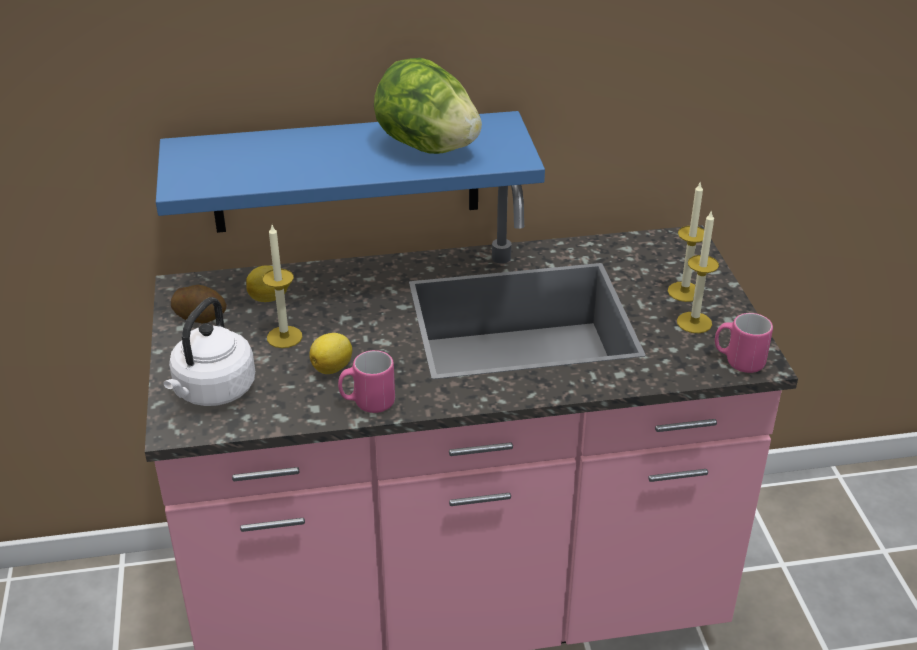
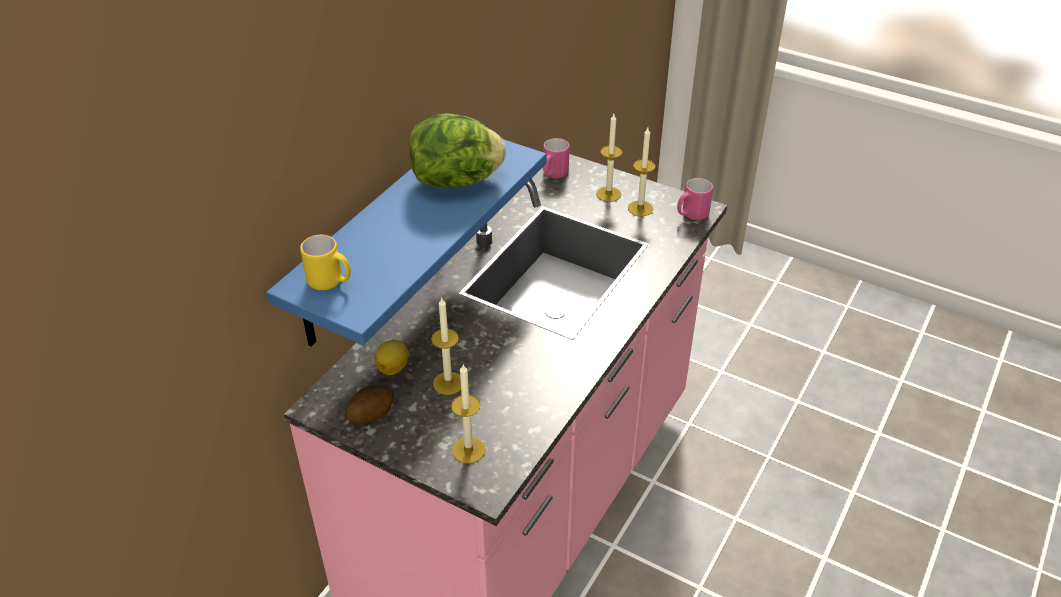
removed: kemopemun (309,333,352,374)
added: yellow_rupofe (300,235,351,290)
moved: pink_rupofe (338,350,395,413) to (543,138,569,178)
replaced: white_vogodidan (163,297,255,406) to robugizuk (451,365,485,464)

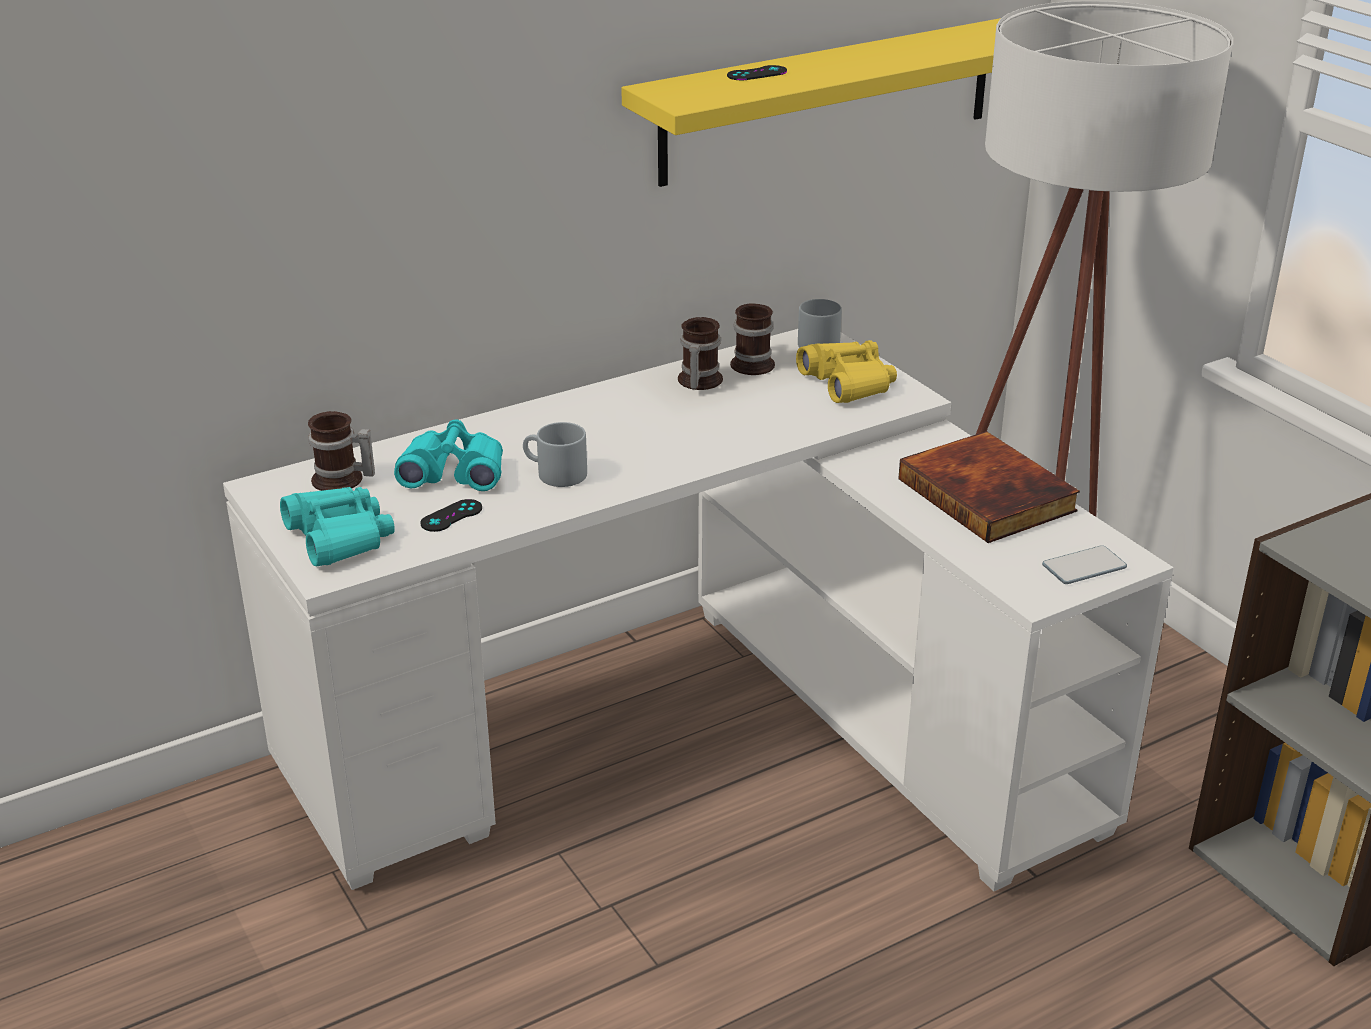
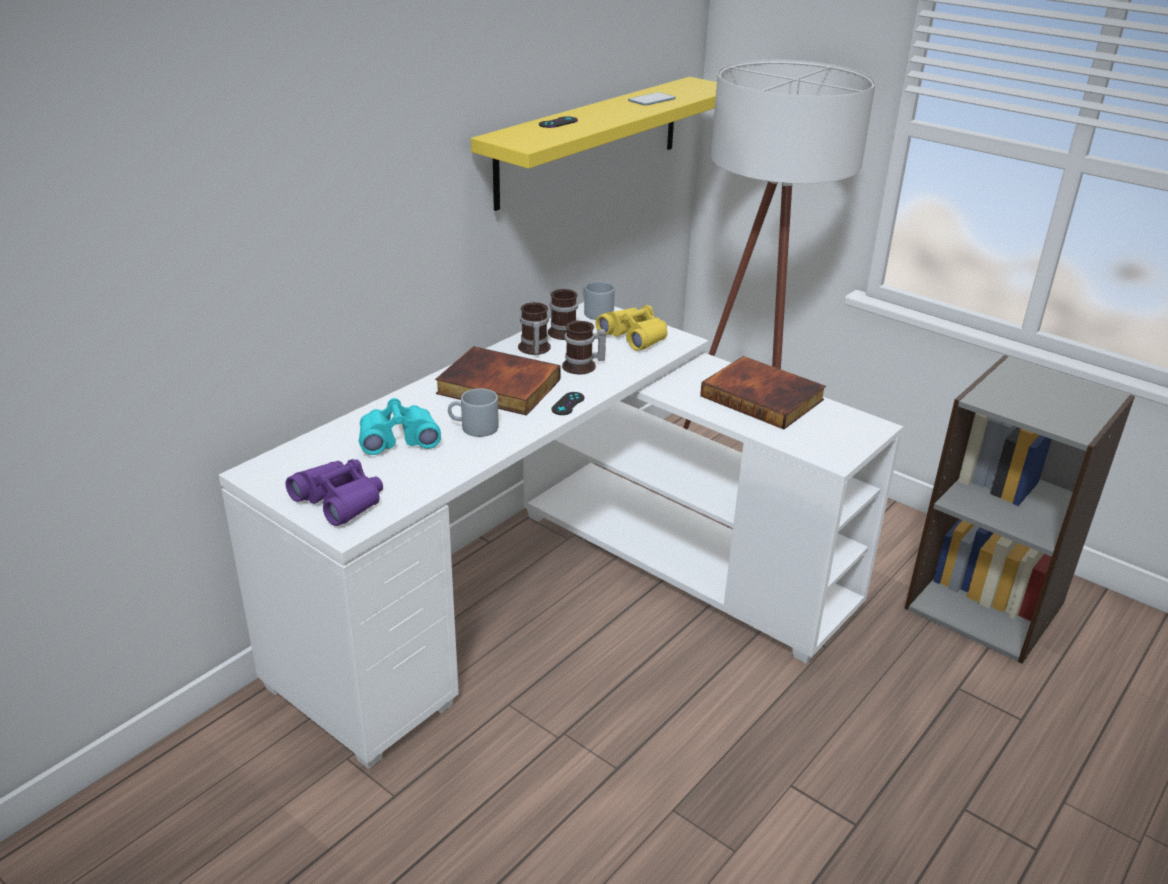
added: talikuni (435,346,561,416)
moved: rupofe (308,411,375,491) to (562,321,606,374); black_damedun (420,499,482,532) to (551,392,584,415); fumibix (1042,545,1127,584) to (628,92,676,106)
recoloured: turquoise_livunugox (280,487,395,566) to purple_livunugox (286,459,383,526)

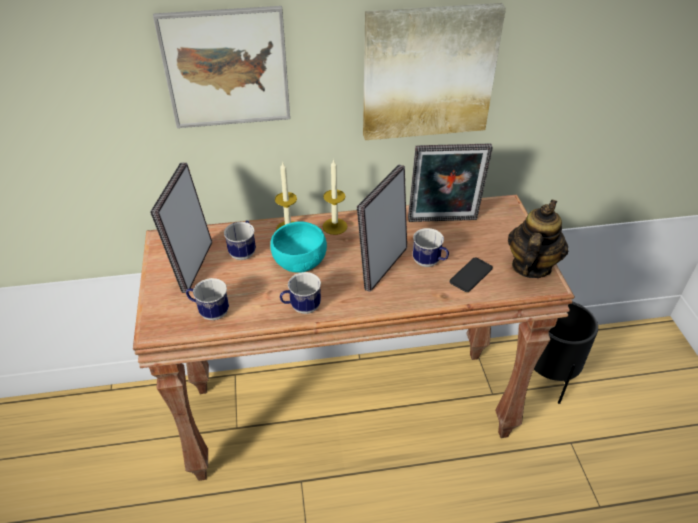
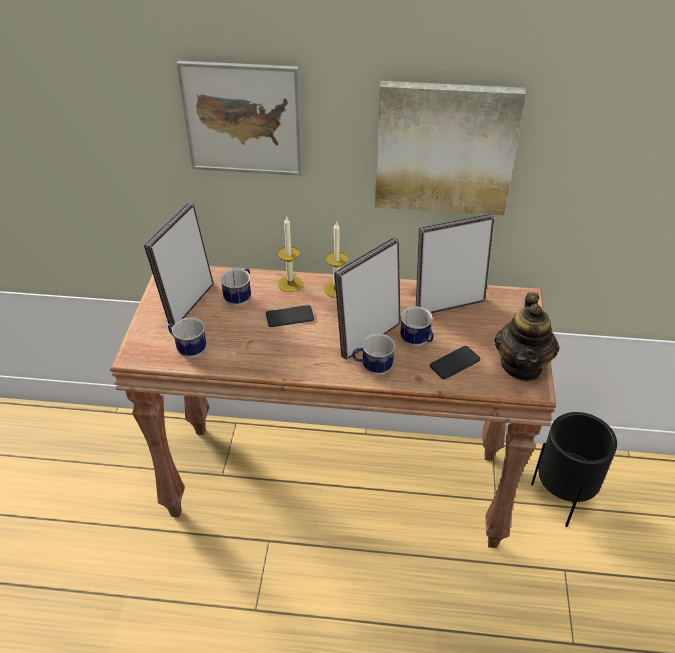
moved: rupofe (280,272,321,314) to (352,334,395,375)
replaced: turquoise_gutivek (270,221,327,272) to fumibix (266,305,314,327)
turned: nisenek (408,144,493,222) = (416,214,494,313) 150 degrees clockwise; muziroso (508,199,568,278) = (495,292,559,381) 150 degrees clockwise

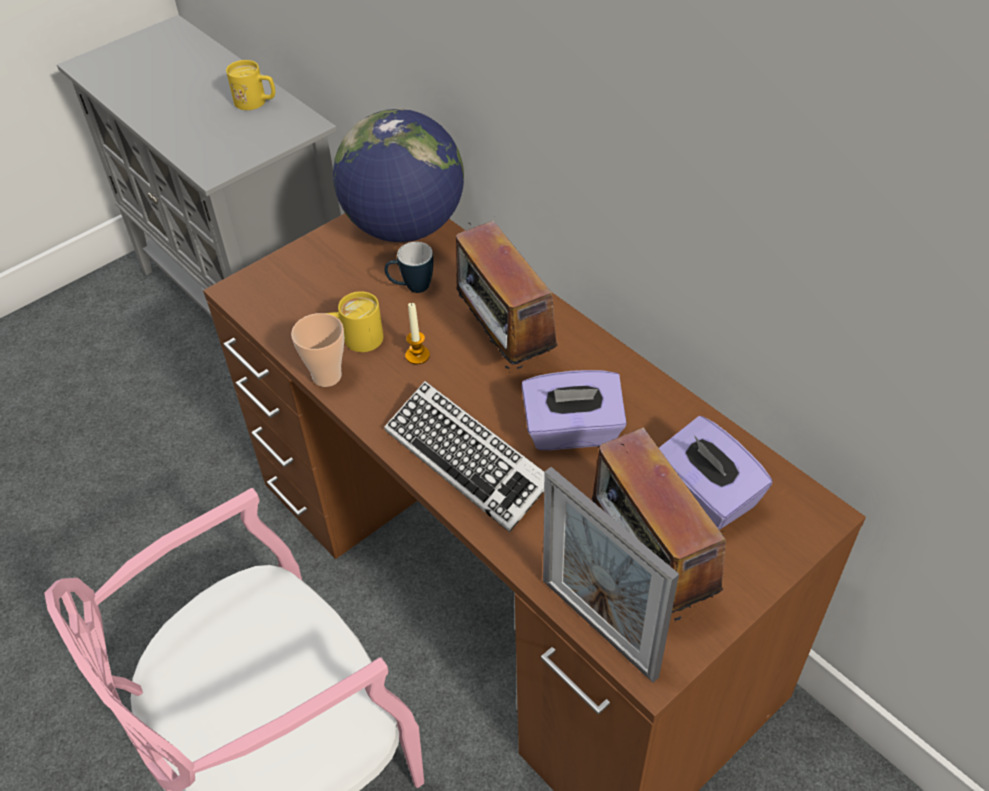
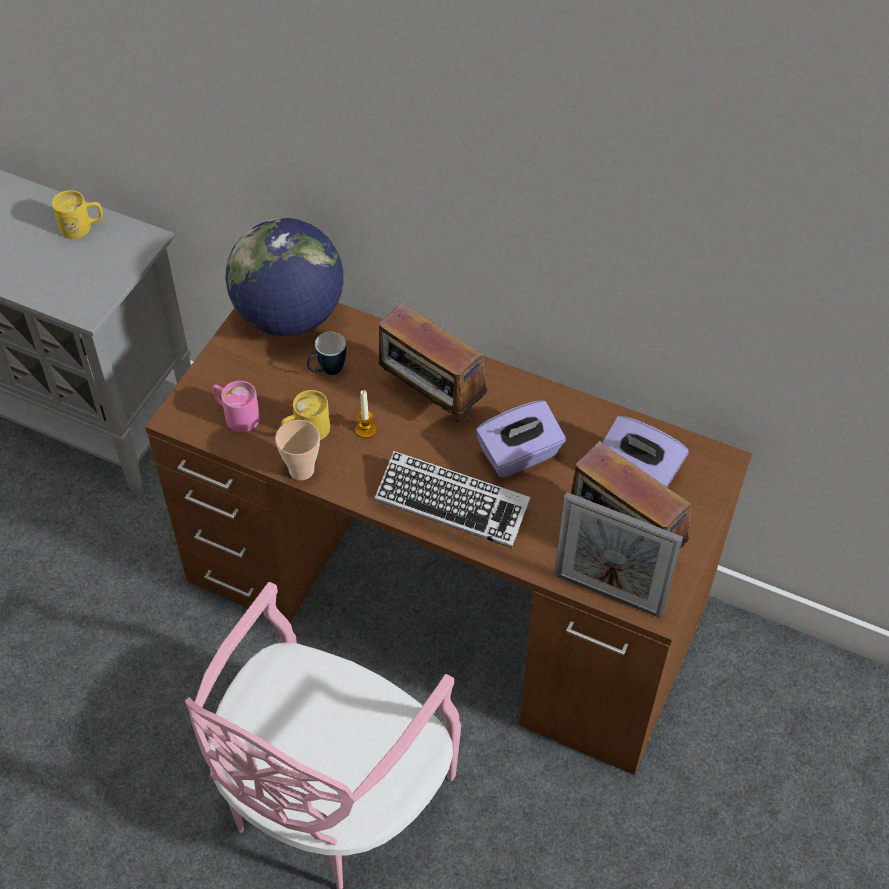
added: pink_rupofe (212,381,260,432)

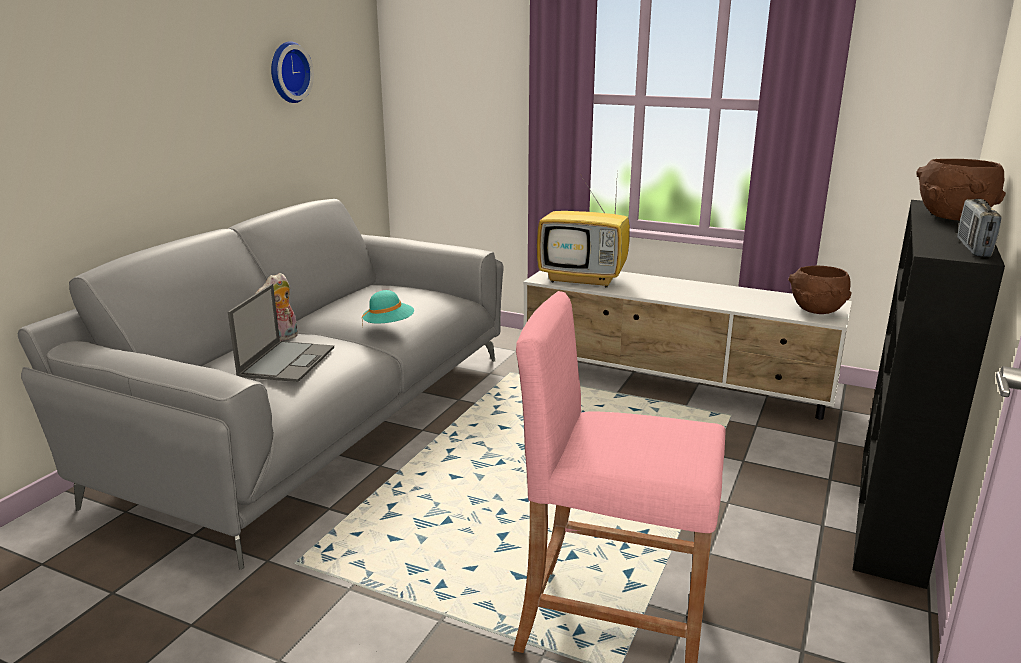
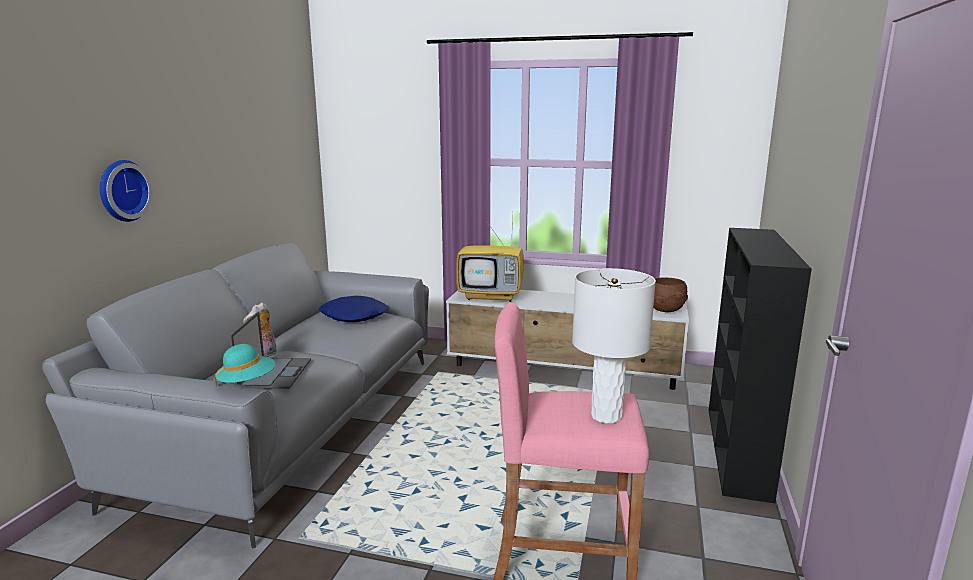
removed: brown_gutivek (917,159,1006,220); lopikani (957,199,1002,257)
added: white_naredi (572,268,656,423); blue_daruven (319,296,389,322)
moved: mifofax (271,41,314,103) to (100,160,153,222); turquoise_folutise (362,290,414,327) to (215,344,275,386)

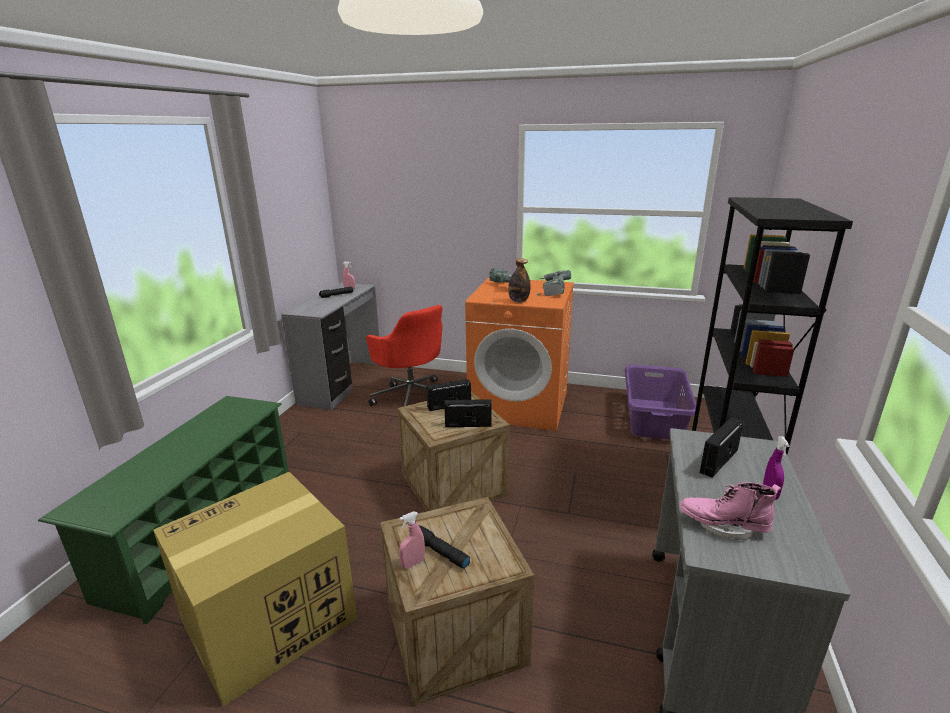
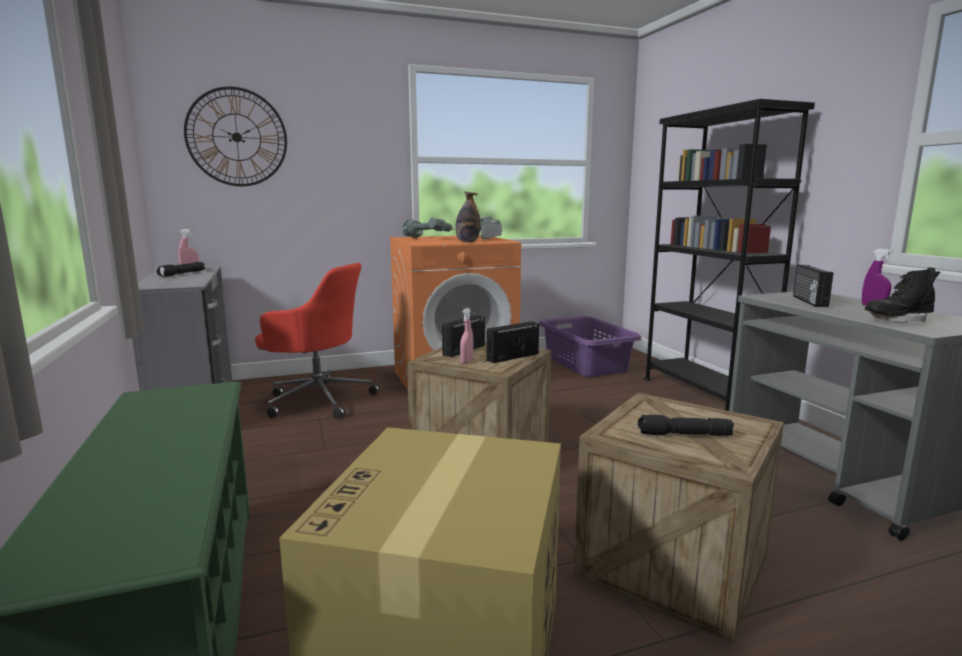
added: mifofax (184,87,287,186)
moved: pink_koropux (399,511,425,569) to (460,308,473,364)
recoloured: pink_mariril (680,482,781,541) to black_mariril (865,267,940,323)

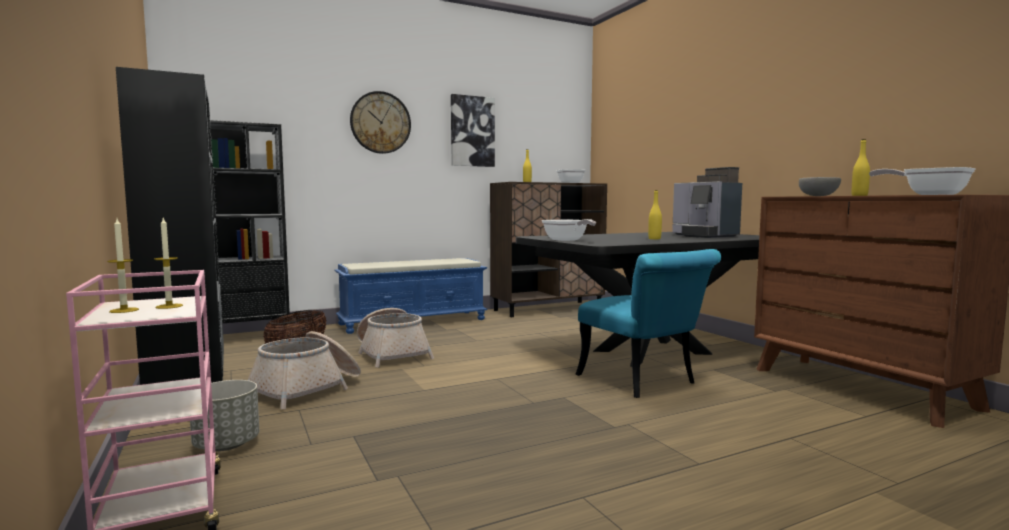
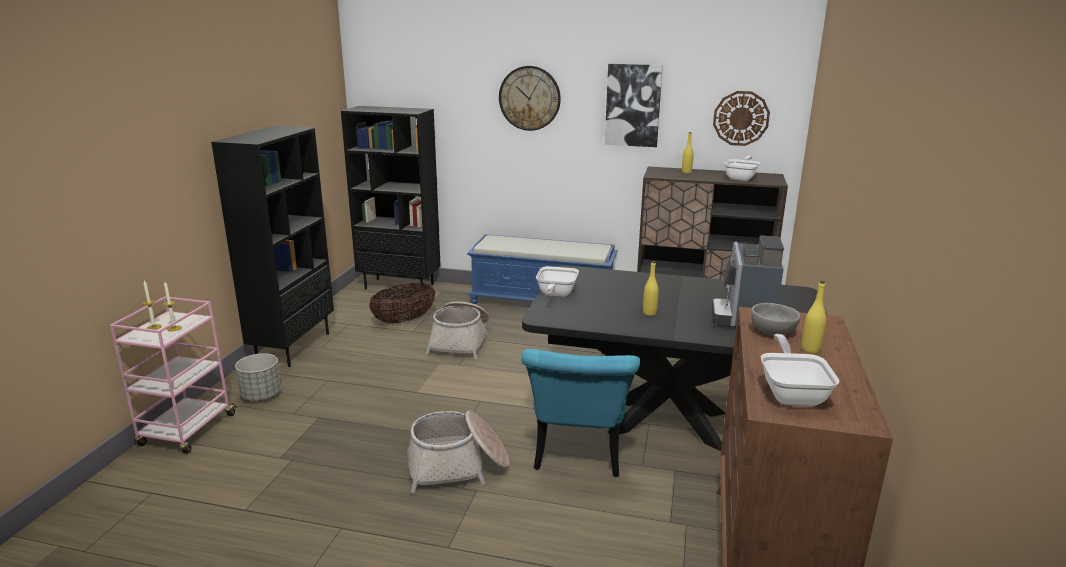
added: mifofax (713,91,770,146)
moved: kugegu (248,331,361,409) to (407,410,510,494)

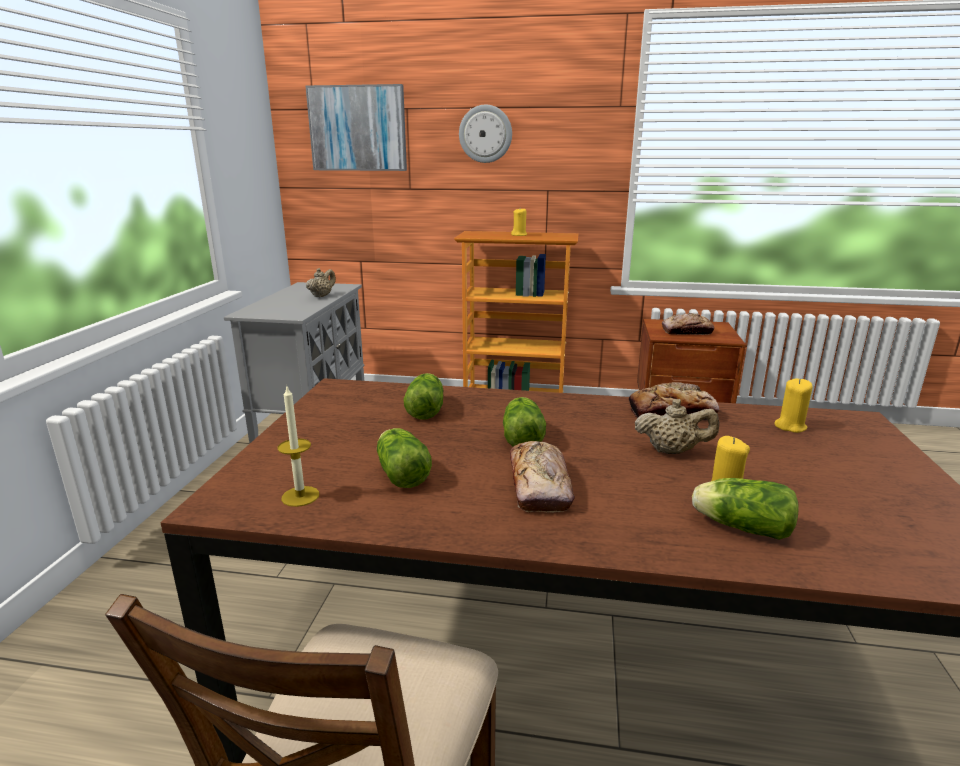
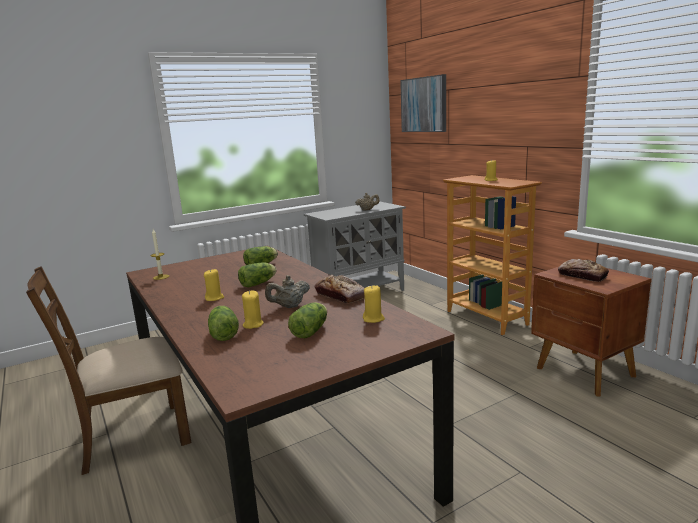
removed: mifofax (459,105,512,163)
moved: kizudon (377,428,432,488) to (288,302,327,338)
replaced: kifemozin (510,441,575,513) to yellow_robugizuk (204,269,224,301)
turned: beige_muziroso (635,399,719,454) = (265,275,310,308) 90 degrees clockwise

